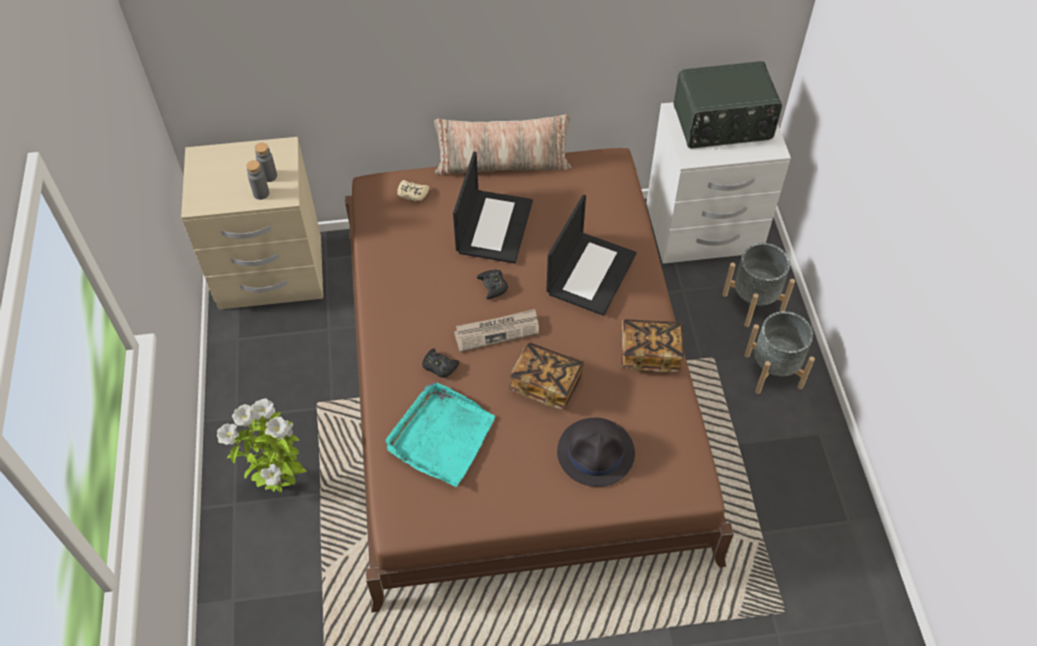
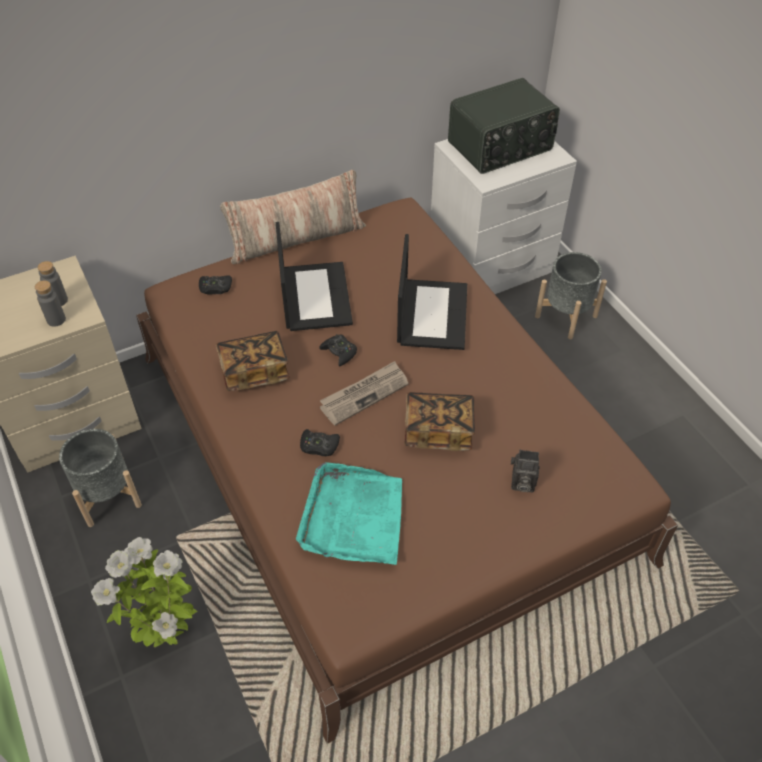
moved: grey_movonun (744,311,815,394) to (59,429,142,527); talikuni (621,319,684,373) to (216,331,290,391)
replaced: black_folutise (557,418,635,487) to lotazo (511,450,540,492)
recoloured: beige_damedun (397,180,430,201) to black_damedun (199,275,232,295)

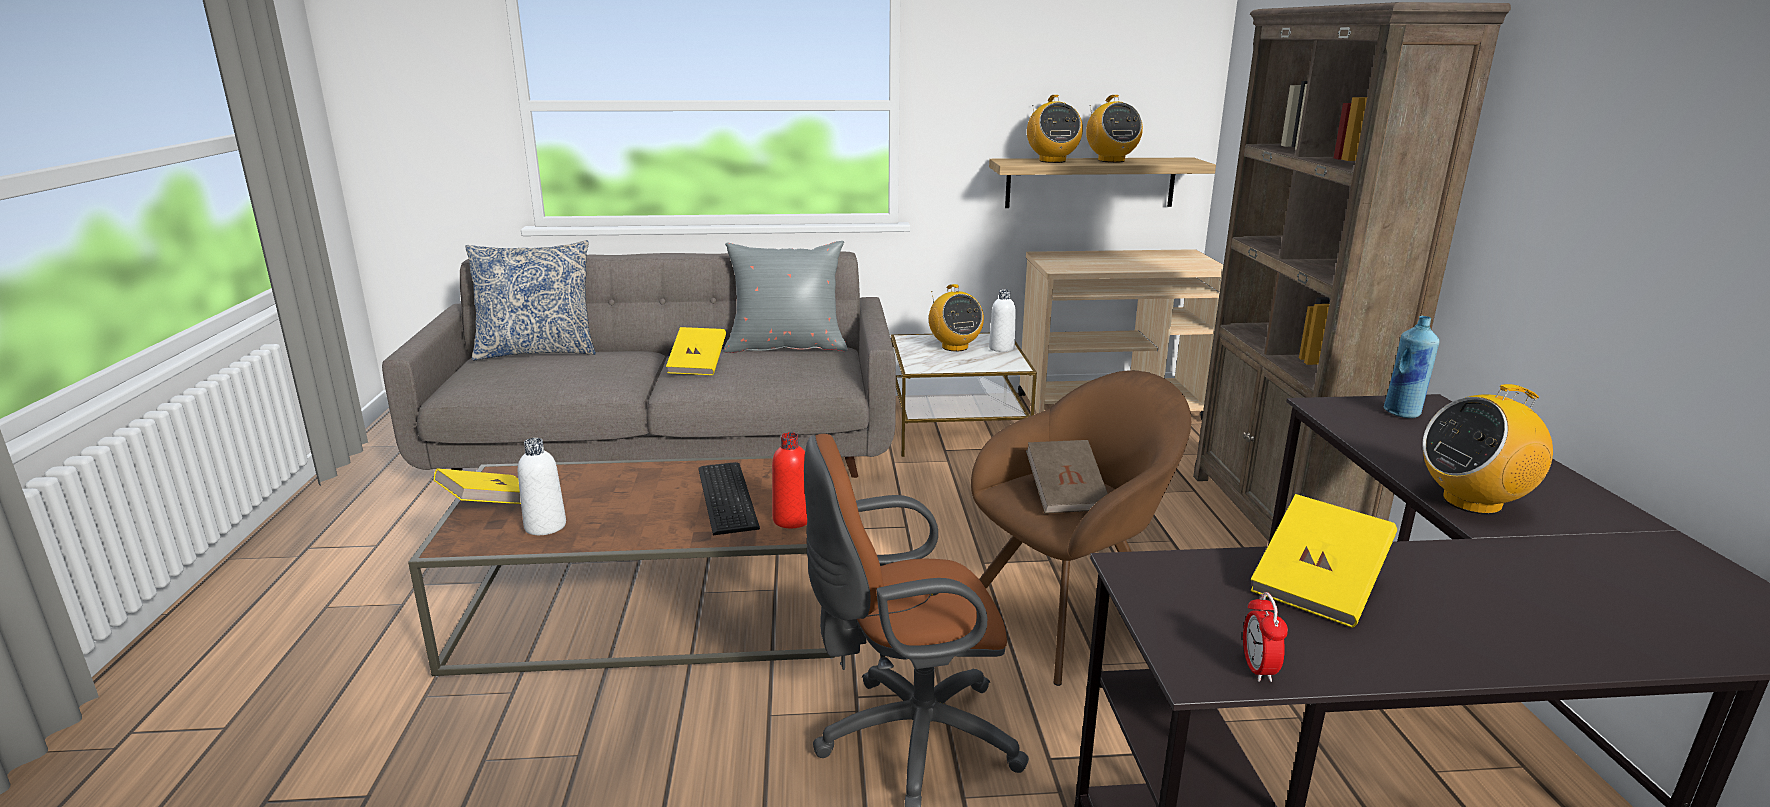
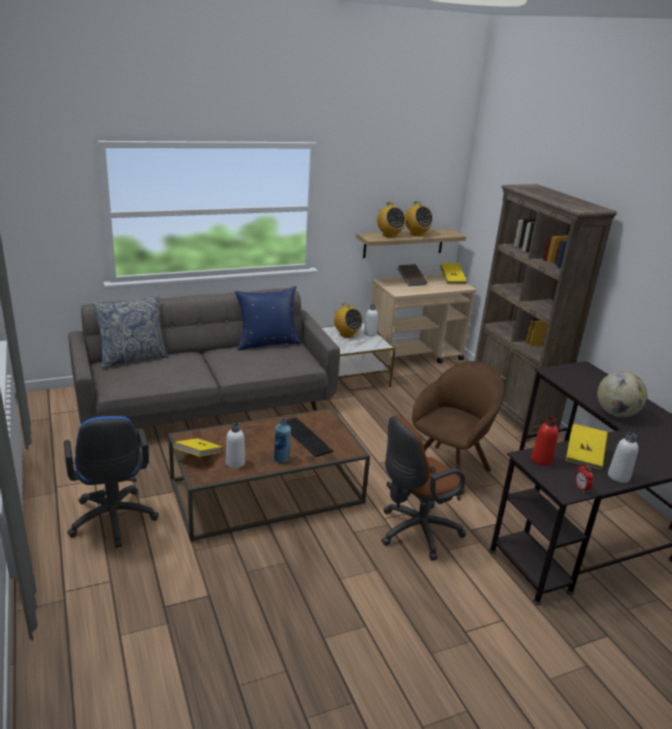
added: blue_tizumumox (64,416,159,548); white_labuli (608,432,638,483)
moved: blue_labuli (1384,316,1440,418) to (273,419,291,463); yellow_talikuni (666,327,726,375) to (440,263,467,284); red_labuli (772,432,807,528) to (531,417,559,466); brown_talikuni (1026,440,1108,513) to (397,264,427,286)
replaced: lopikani (1422,384,1553,515) to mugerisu (597,371,647,417)
recoloured: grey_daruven (724,241,848,353) to blue_daruven (235,286,301,351)

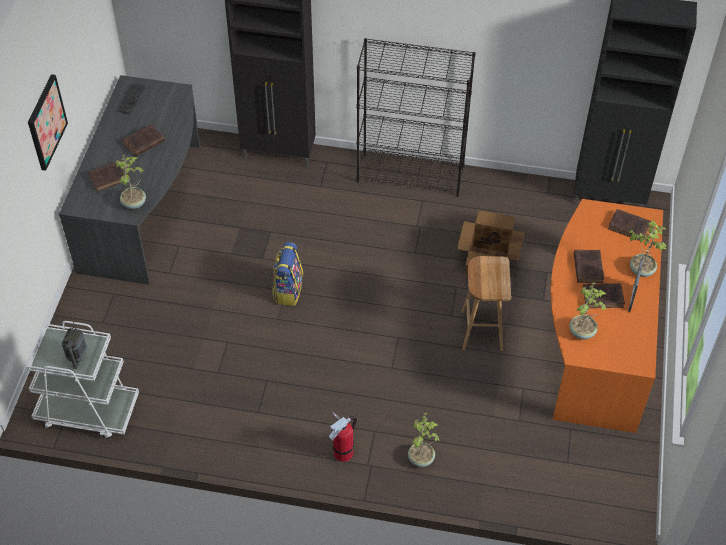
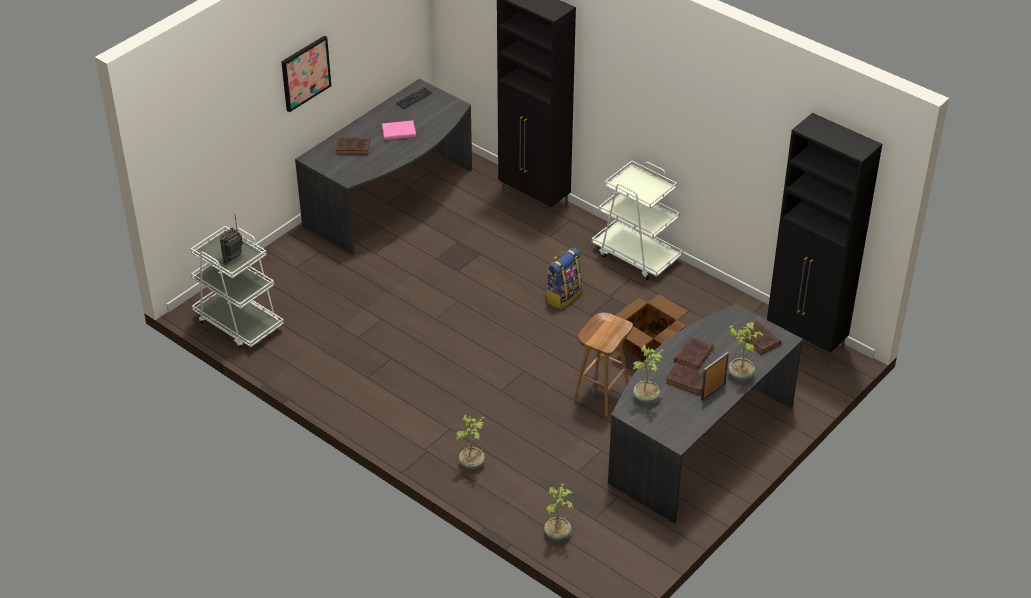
removed: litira (329,412,357,462)
moved: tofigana (116,155,146,209) to (544,484,573,541); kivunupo (272,242,303,306) to (545,248,582,310)
replaced: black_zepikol (357,38,476,197) to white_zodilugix (592,161,683,280)
recoloured: brown_talikuni (123,124,165,156) to pink_talikuni (382,120,416,140); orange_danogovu (551,199,663,433) to grey_danogovu (608,304,803,524)

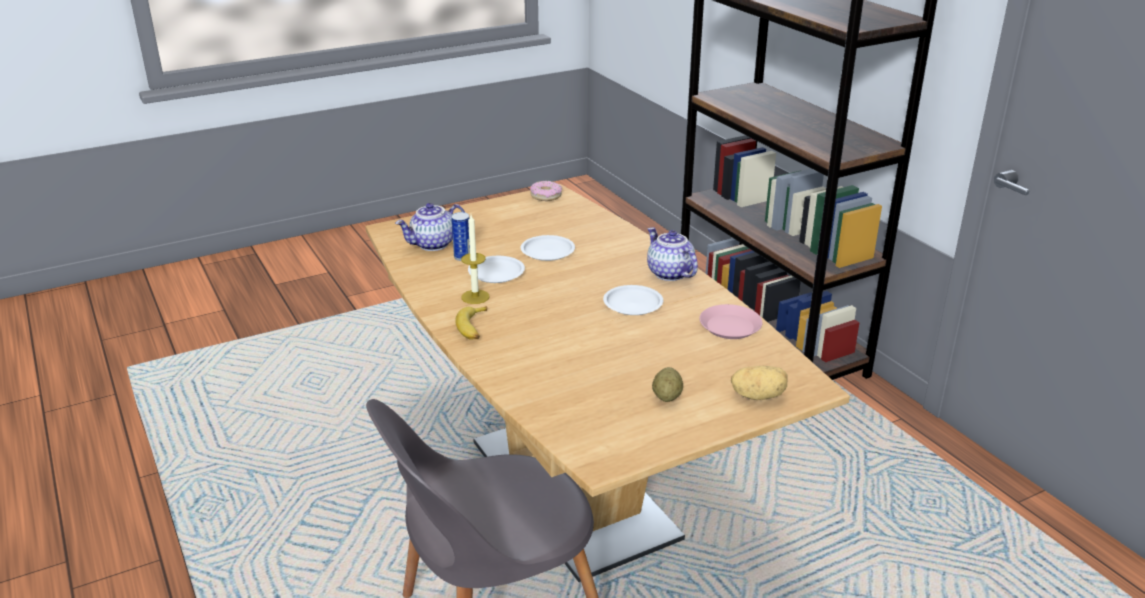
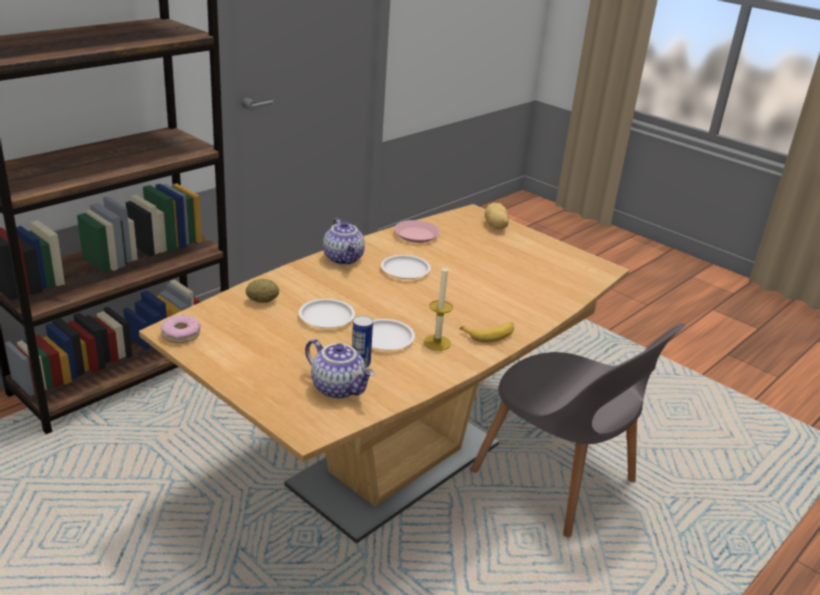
moved: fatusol (652,367,683,402) to (246,279,279,303)
turned: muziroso (647,227,698,281) = (323,218,365,265) 60 degrees counterclockwise

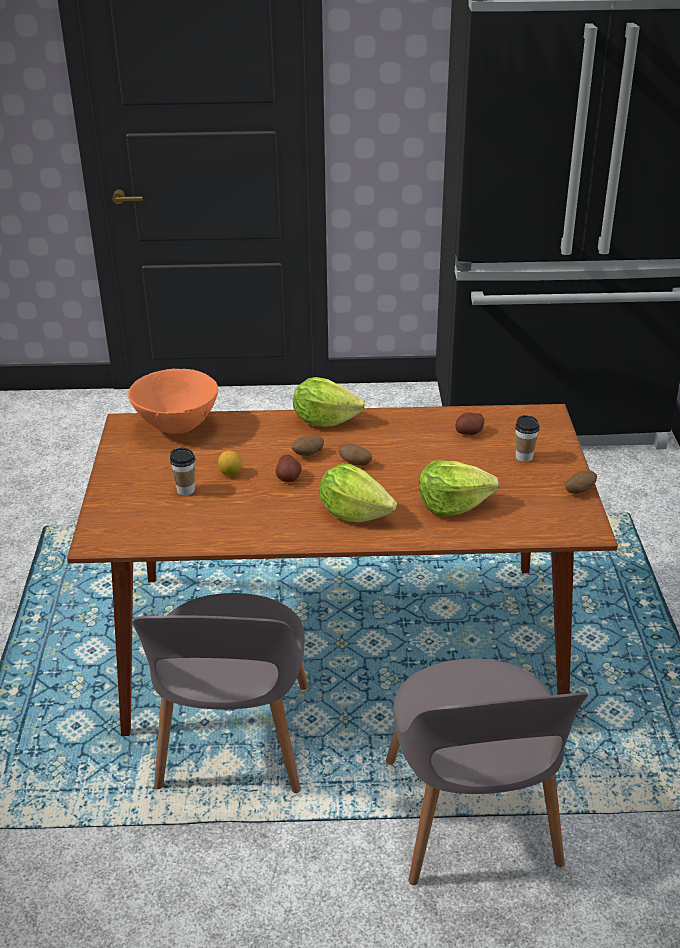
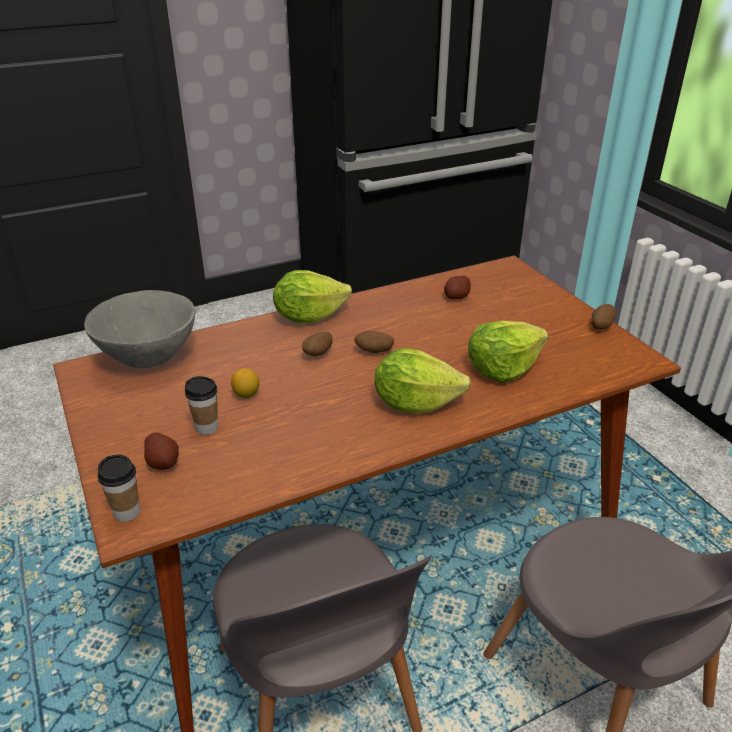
moved: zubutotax (515,415,540,462) to (97,454,140,522); fatusol (276,455,302,482) to (144,433,179,470)
recoloured: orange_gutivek (128,369,218,434) to grey_gutivek (84,290,195,368)

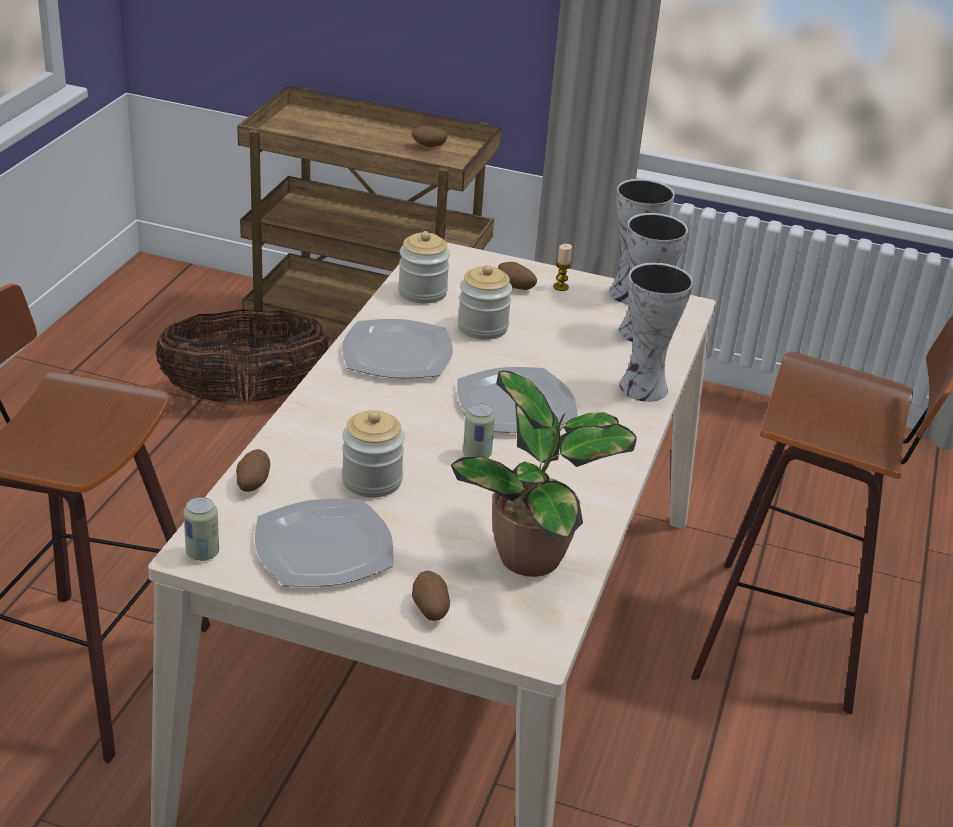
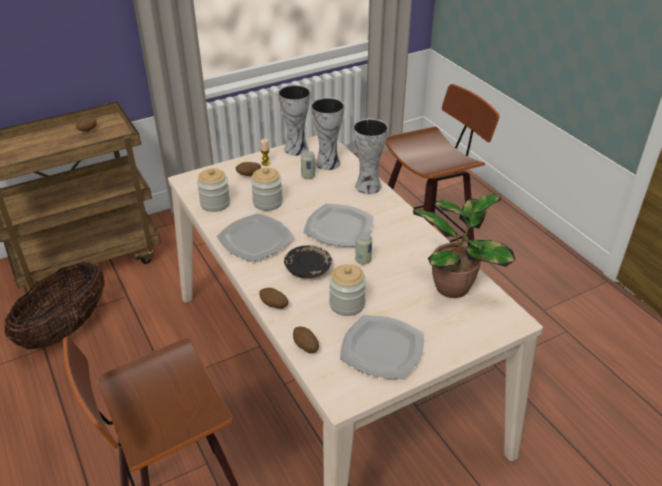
added: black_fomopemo (284,245,332,278)
moved: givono (183,497,219,561) to (301,151,315,179); fatusol (412,571,450,621) to (259,288,288,309)

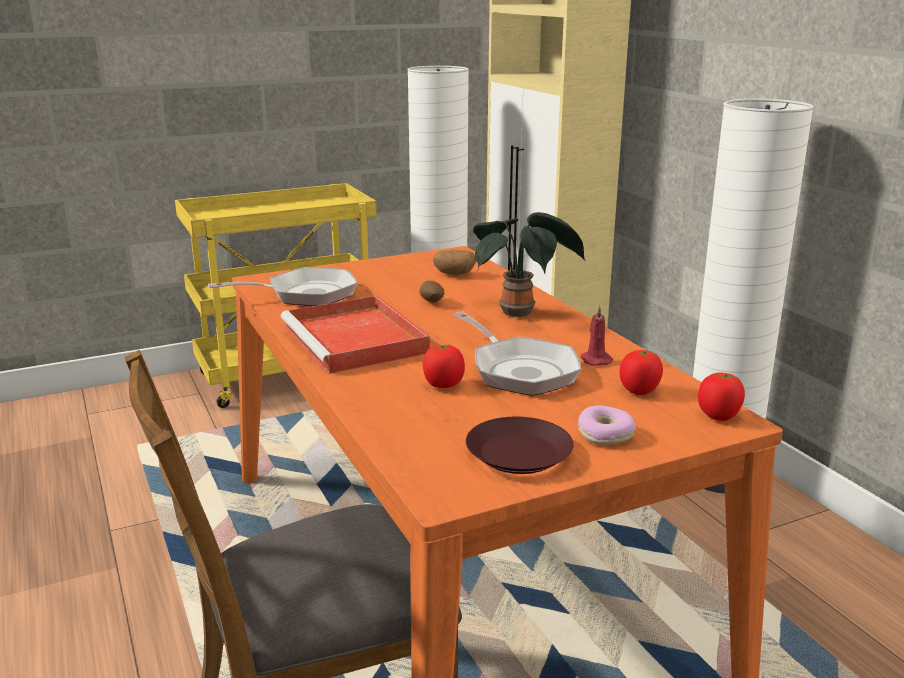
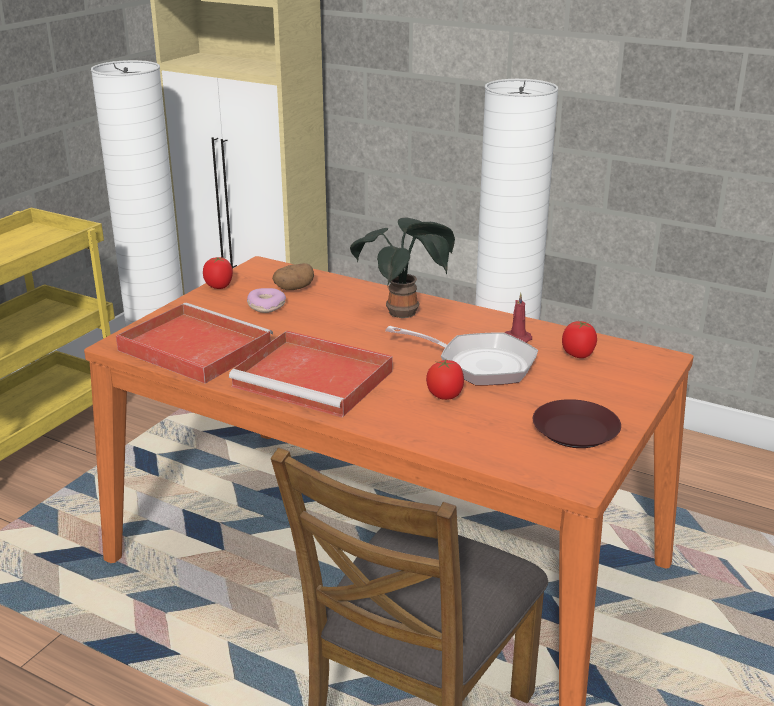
removed: fatusol (420,281,444,303)
moved: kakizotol (698,372,745,421) to (203,257,233,289); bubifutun (578,406,636,445) to (247,288,286,313)
replaced: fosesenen (208,267,357,306) to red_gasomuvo (116,303,273,384)

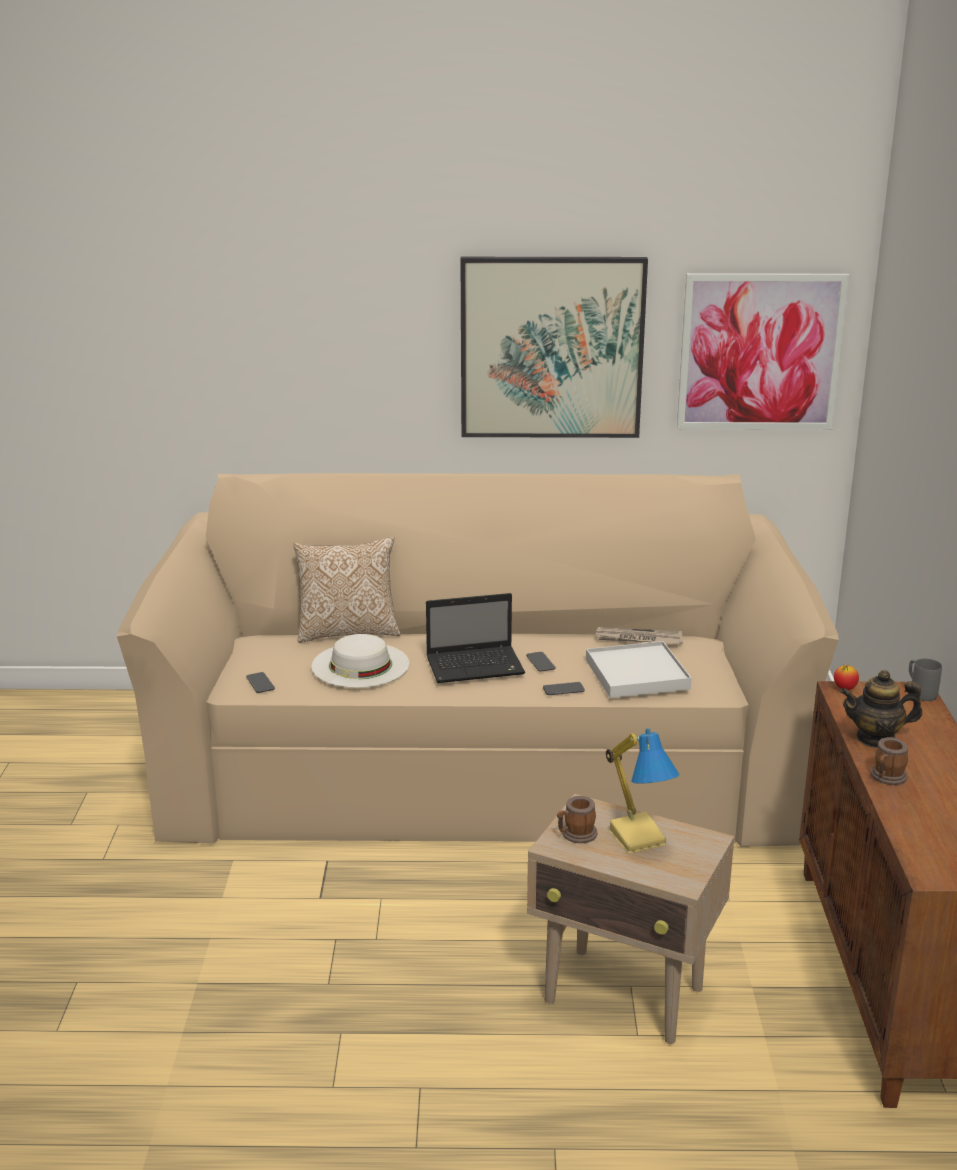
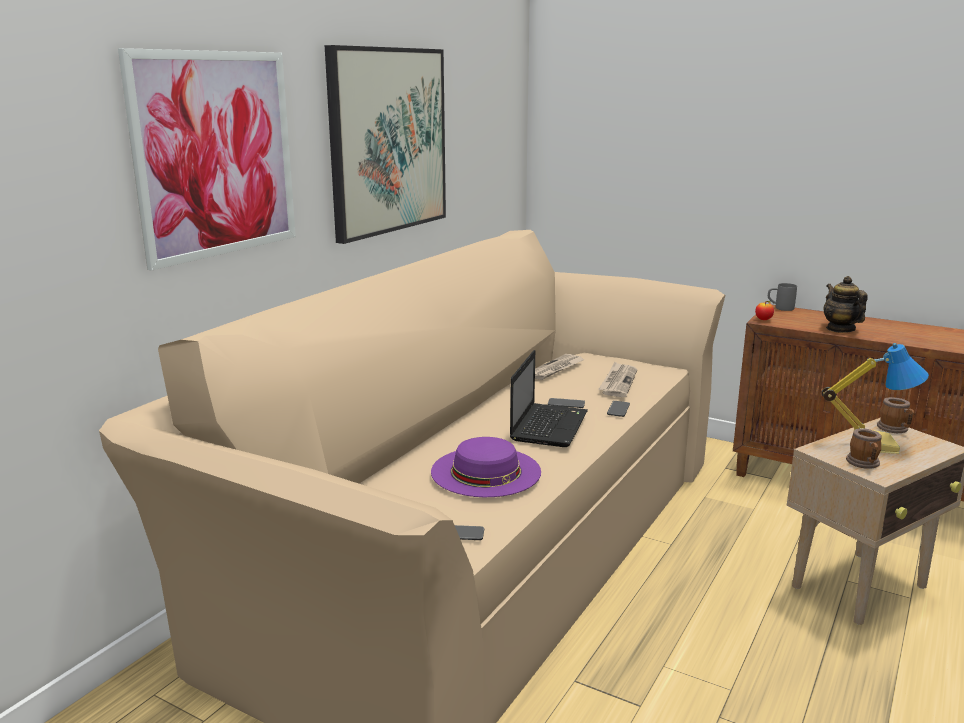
removed: daruven (293,537,401,643)
moved: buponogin (677,273,849,430) to (118,48,296,271); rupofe (870,737,908,785) to (877,397,915,433)
replaced: white_gasomuvo (586,641,692,698) to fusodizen (598,362,637,397)
recoloured: white_folutise (312,634,409,688) to purple_folutise (431,437,541,497)
turned: muziroso (840,670,922,748) = (823,276,867,333) 135 degrees clockwise

